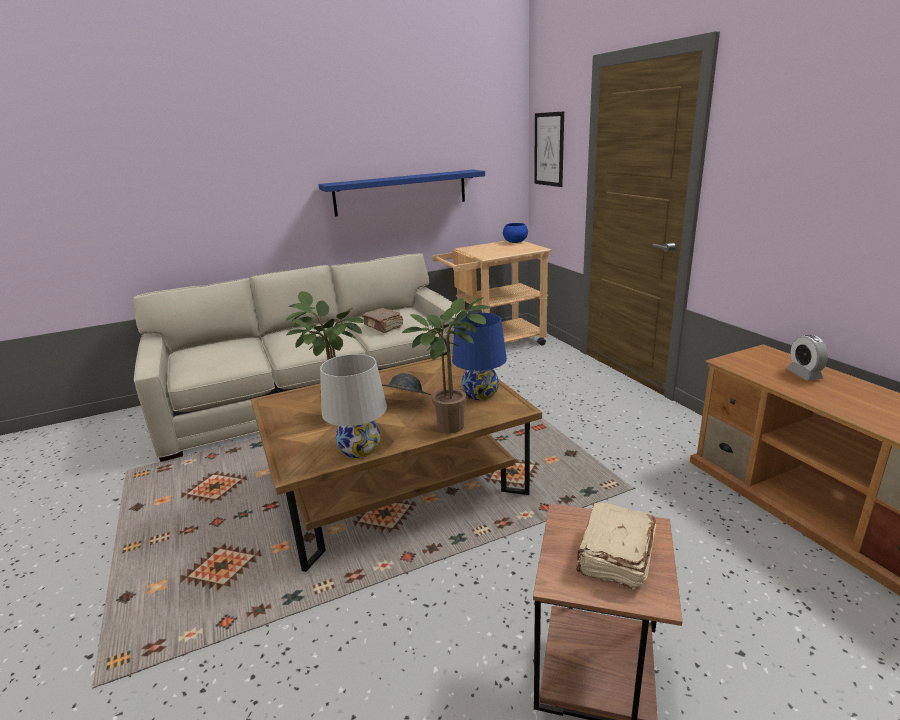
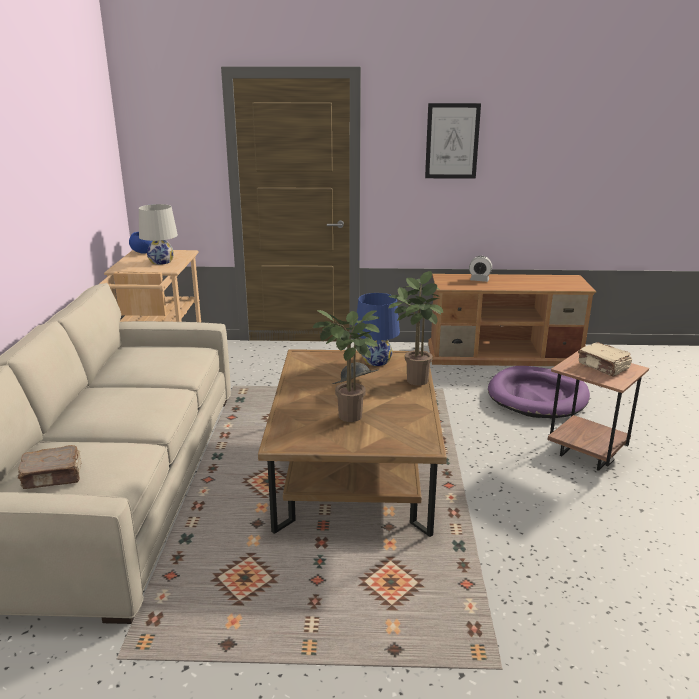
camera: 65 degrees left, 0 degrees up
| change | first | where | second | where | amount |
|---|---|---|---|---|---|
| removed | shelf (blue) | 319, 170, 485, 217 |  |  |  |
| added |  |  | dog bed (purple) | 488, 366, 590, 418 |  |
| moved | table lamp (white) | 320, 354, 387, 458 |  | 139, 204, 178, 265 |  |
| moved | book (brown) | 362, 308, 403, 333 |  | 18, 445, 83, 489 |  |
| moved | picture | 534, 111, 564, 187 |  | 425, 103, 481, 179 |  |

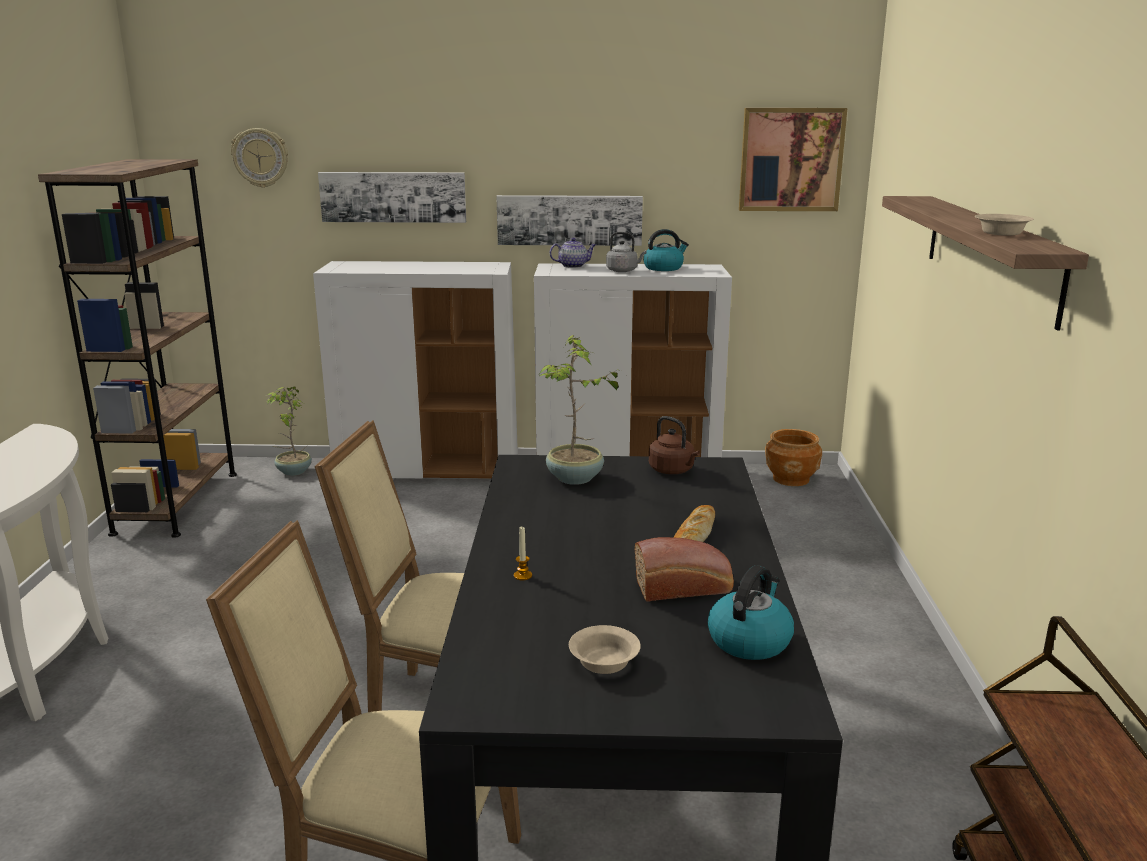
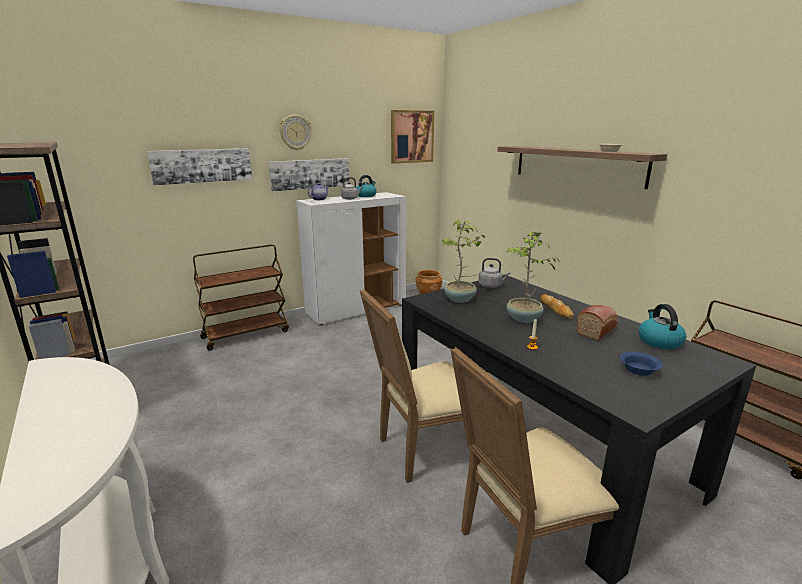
camera: 35 degrees left, 0 degrees up
| change | first | where | second | where | amount |
|---|---|---|---|---|---|
| moved | wall clock | 231, 128, 288, 188 |  | 279, 115, 312, 150 |  |
| moved | potted plant | 266, 387, 312, 476 |  | 506, 231, 560, 323 |  |
| replaced | cabinet (white) | 313, 261, 518, 479 | cart (brown) | 193, 244, 289, 351 |  |
| recoloured | bowl (beige) | 569, 625, 641, 674 | bowl (blue) | 620, 352, 663, 376 |  |
| recoloured | kettle (brown) | 649, 416, 700, 474 | kettle (grey) | 478, 258, 510, 288 |  |

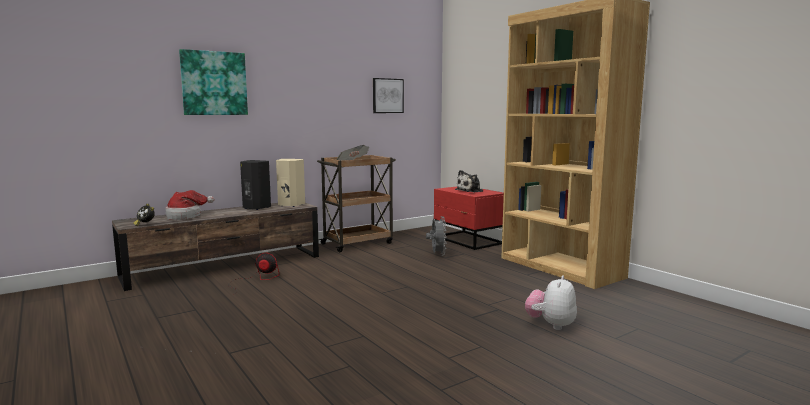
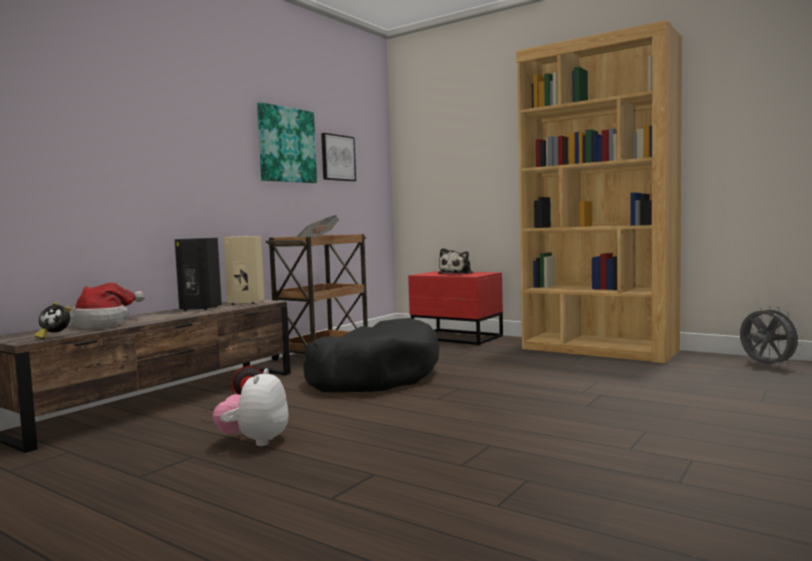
camera: 20 degrees left, 5 degrees down
| change | first | where | second | where | amount |
|---|---|---|---|---|---|
| added |  |  | dog bed (black) | 303, 318, 439, 392 |  |
| moved | picture | 179, 49, 248, 115 |  | 257, 102, 317, 183 |  |
| moved | fan (grey) | 426, 216, 447, 256 |  | 740, 306, 803, 367 |  |
| moved | plush toy | 525, 275, 577, 330 |  | 213, 368, 289, 446 |  |

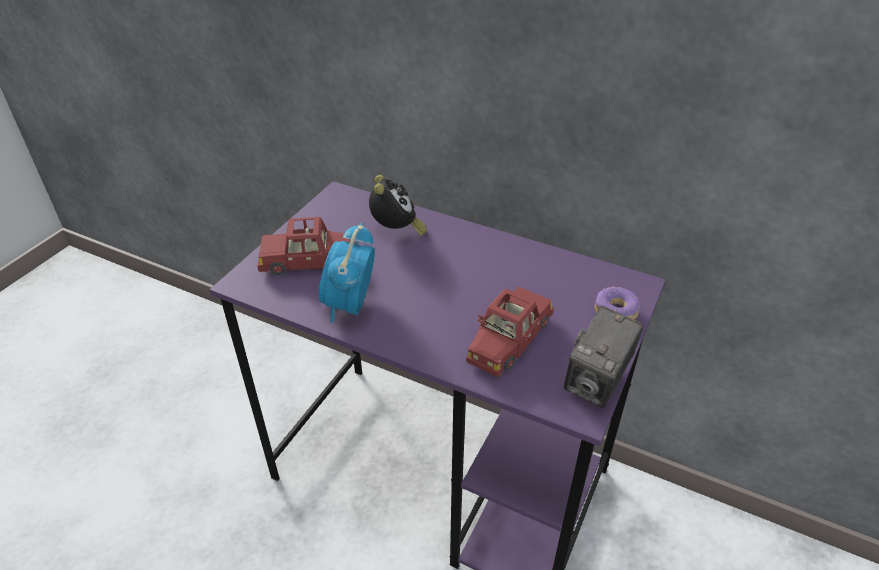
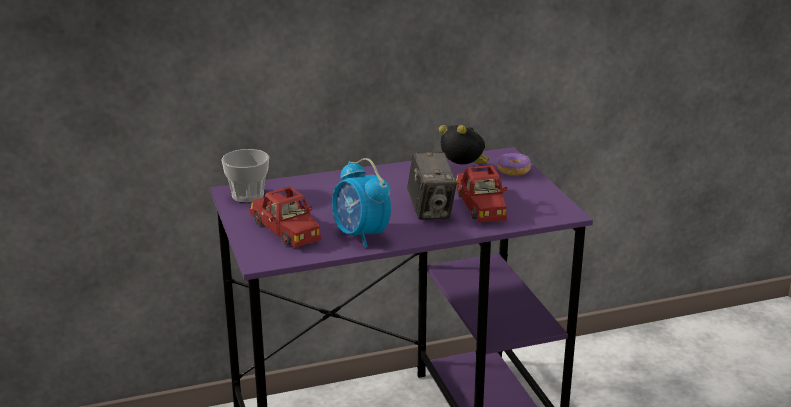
camera: 45 degrees left, 15 degrees down
| change | first | where | second | where | amount |
|---|---|---|---|---|---|
| added |  |  | cup | 222, 149, 269, 203 |  |
| moved | alarm clock | 369, 175, 427, 236 |  | 439, 125, 489, 165 |  |
| moved | photo camera | 564, 306, 643, 408 |  | 407, 152, 457, 220 |  |
| turned | toy car (red) | 257, 217, 355, 275 |  | 250, 186, 321, 248 | 105 degrees clockwise |

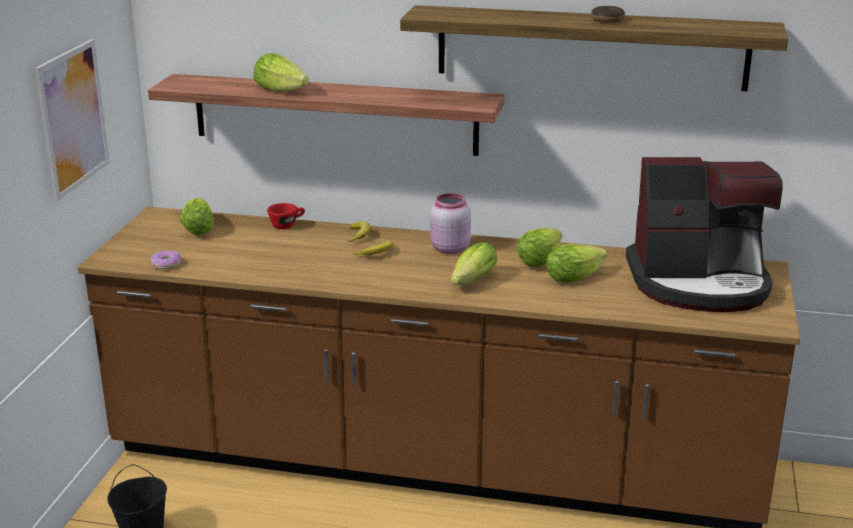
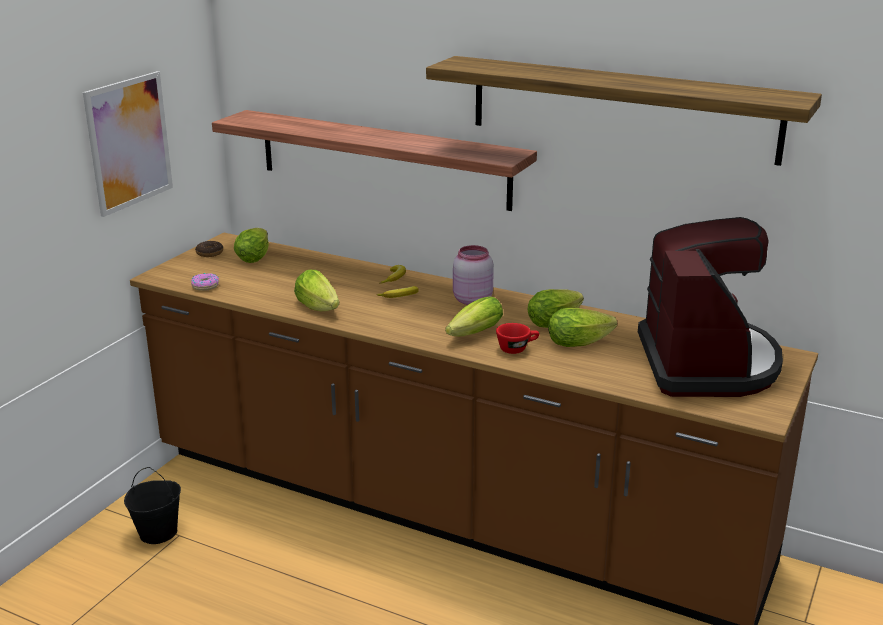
camera: 15 degrees right, 0 degrees up
| change | first | where | second | where | amount |
|---|---|---|---|---|---|
| moved | lettuce | 253, 53, 309, 92 |  | 294, 270, 339, 311 |  |
| moved | cup (red) | 267, 203, 305, 229 |  | 496, 323, 539, 354 |  |
| moved | donut | 591, 6, 625, 23 |  | 195, 241, 223, 257 |  |
| turned | coffee machine | 626, 157, 783, 312 |  | 638, 217, 783, 397 | 105 degrees counterclockwise |

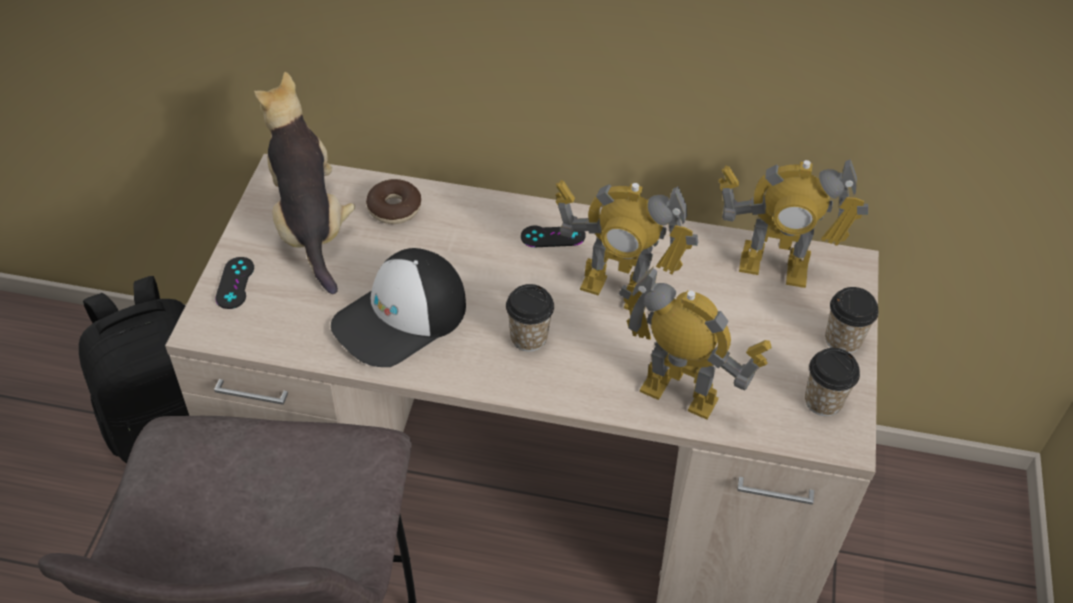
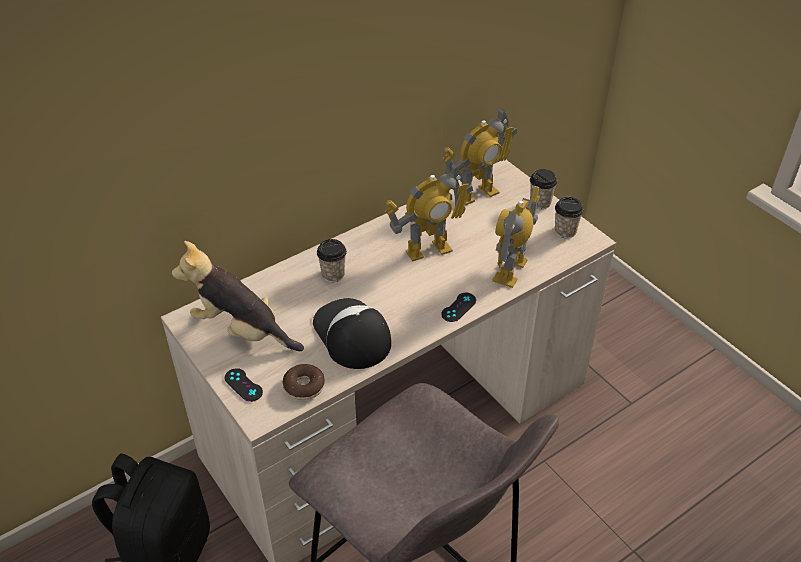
camera: 45 degrees left, 5 degrees down
| change | first | where | second | where | amount |
|---|---|---|---|---|---|
| moved | donut | 366, 179, 421, 224 |  | 283, 364, 325, 400 |  |
| moved | cup | 506, 284, 554, 352 |  | 317, 239, 347, 282 |  |
| moved | game controller (black) | 521, 226, 586, 247 |  | 441, 293, 476, 322 |  |
| turned | cap | 331, 248, 466, 367 |  | 313, 298, 391, 369 | 150 degrees clockwise |
| turned | toy robot | 619, 266, 772, 420 |  | 492, 186, 540, 288 | 45 degrees counterclockwise |

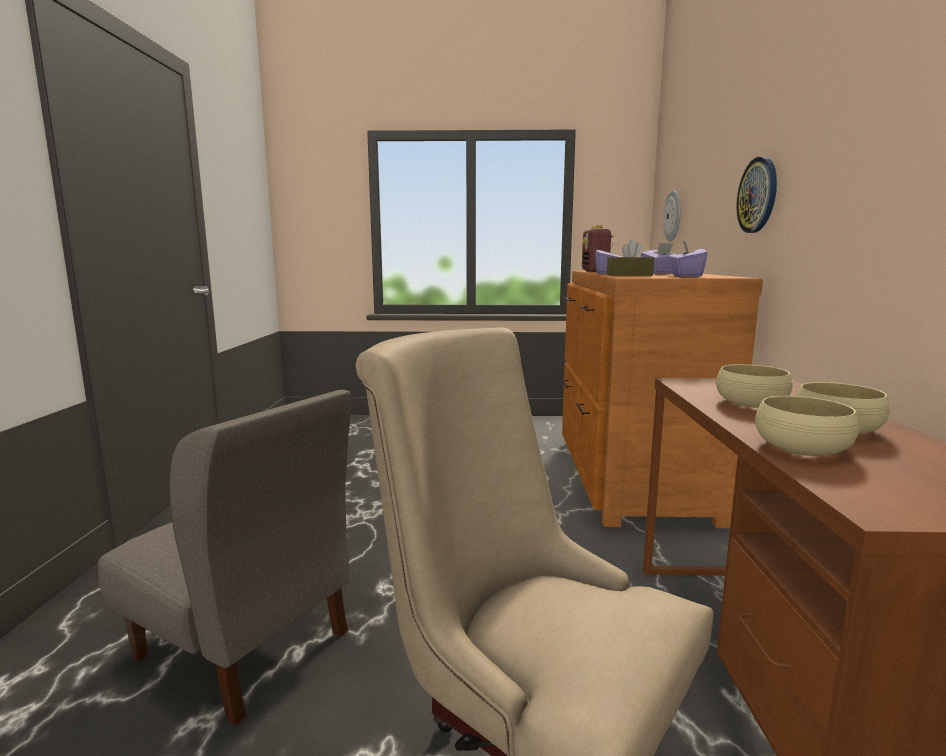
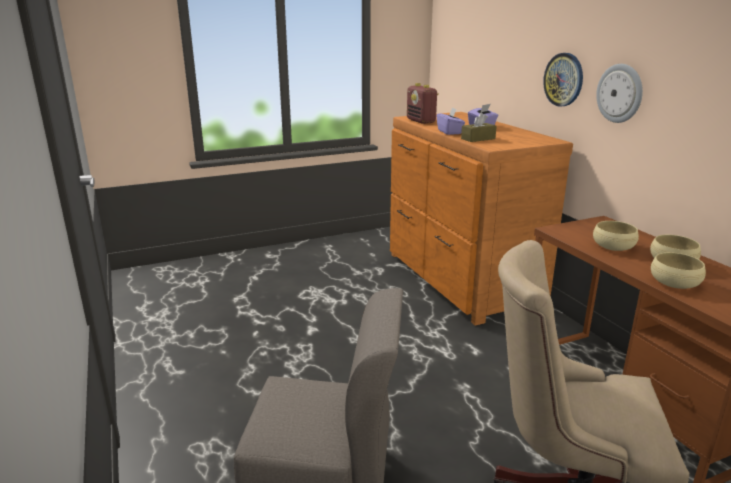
camera: 25 degrees left, 10 degrees up
| change | first | where | second | where | amount |
|---|---|---|---|---|---|
| removed | tissue box (purple) | 670, 241, 708, 277 |  |  |  |
| moved | wall clock | 663, 190, 681, 242 |  | 596, 64, 643, 123 |  |

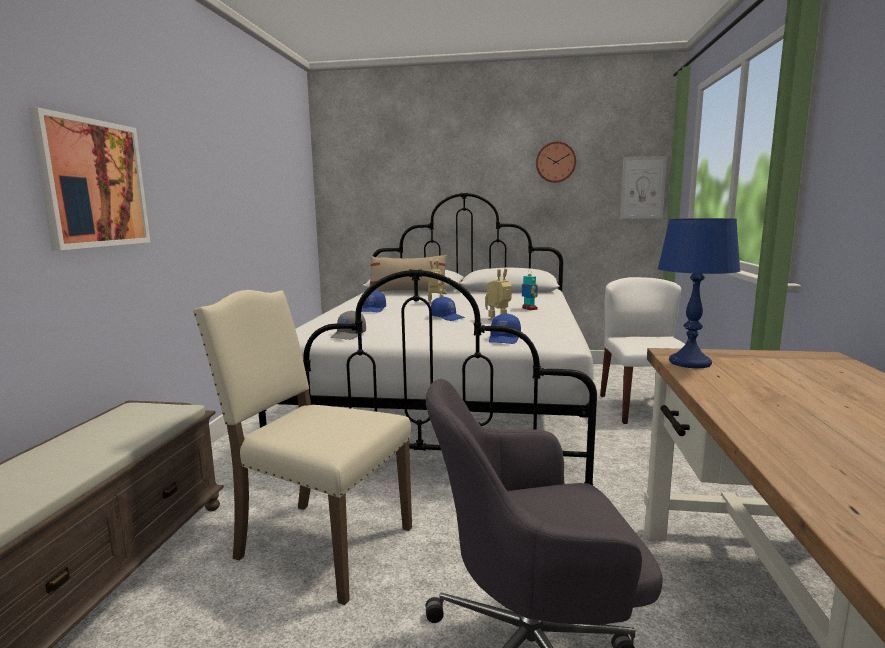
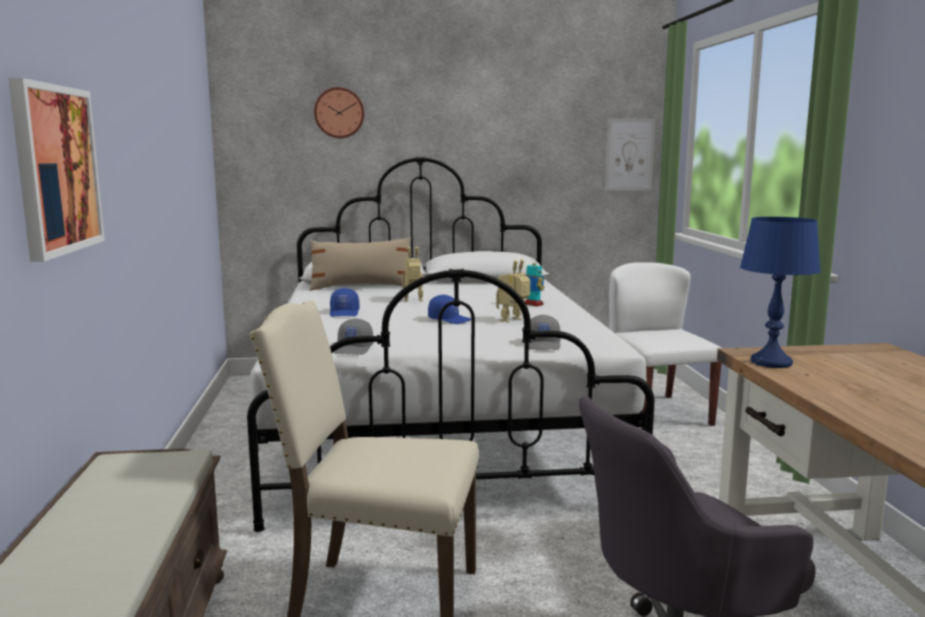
camera: 15 degrees left, 0 degrees up
| change | first | where | second | where | amount |
|---|---|---|---|---|---|
| moved | wall clock | 536, 141, 576, 183 |  | 314, 87, 364, 138 |  |
| recoloured | cap (blue) | 489, 313, 521, 344 | cap (grey) | 529, 315, 561, 350 |  |

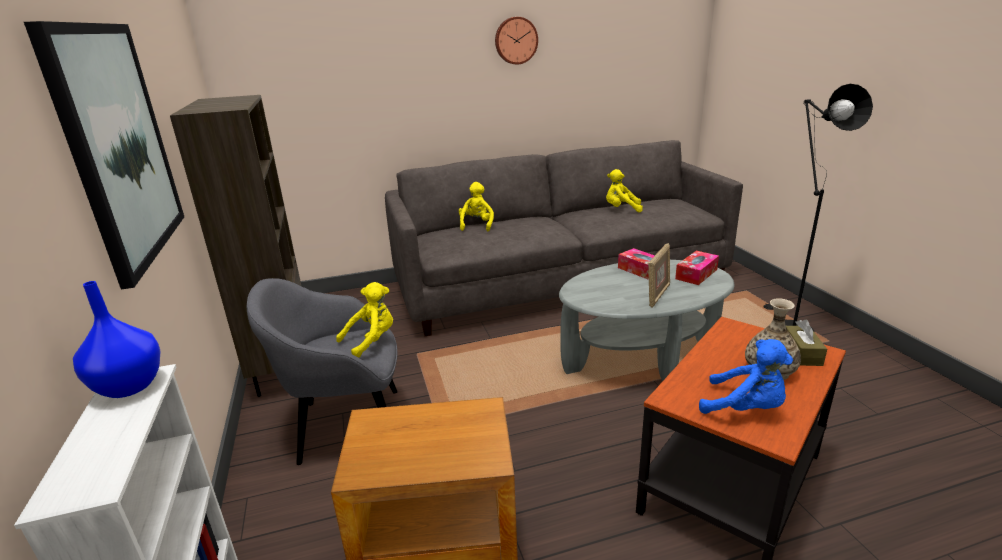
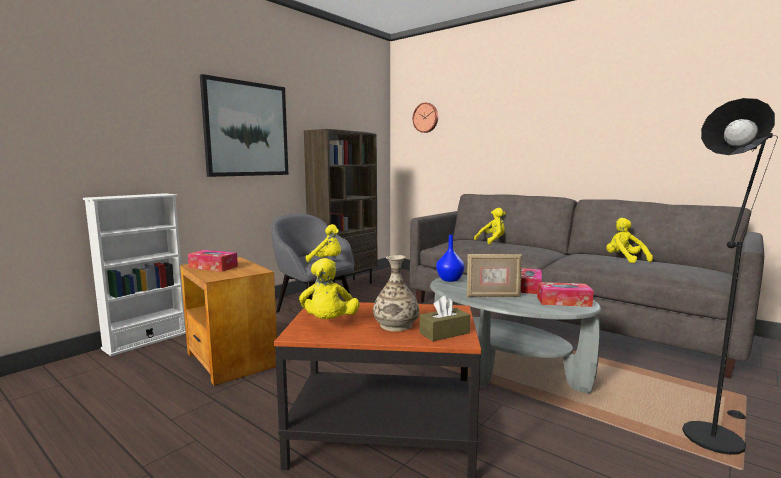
camera: 55 degrees right, 15 degrees down
| change | first | where | second | where | amount |
|---|---|---|---|---|---|
| added |  |  | tissue box | 188, 250, 238, 272 |  |
| moved | vase (blue) | 73, 281, 161, 398 |  | 436, 235, 465, 282 |  |
| moved | wall clock | 495, 17, 538, 65 |  | 413, 103, 438, 133 |  |
| recoloured | plush toy (blue) | 699, 339, 793, 414 | plush toy (yellow) | 299, 258, 360, 319 |  |

